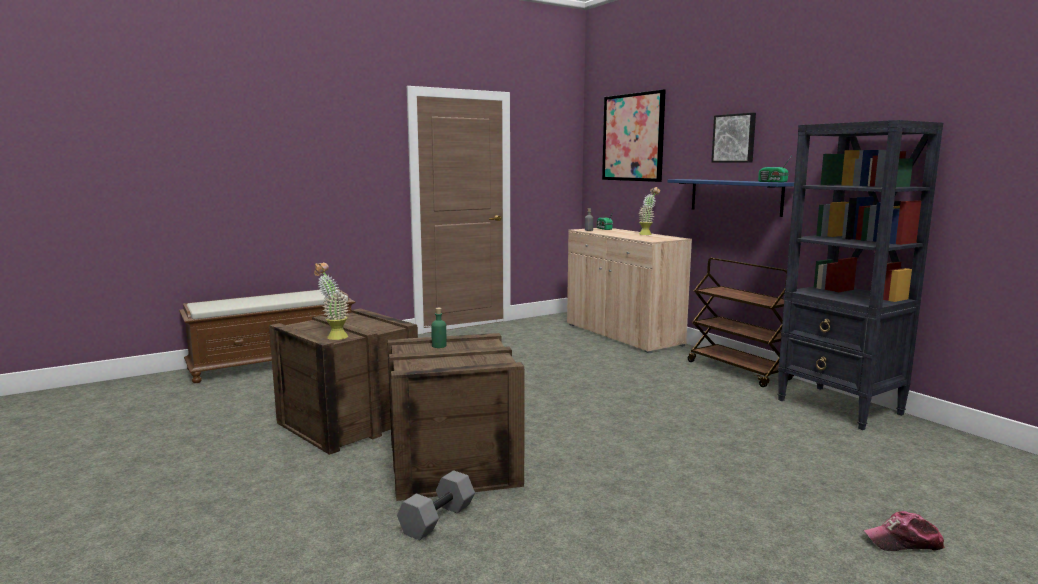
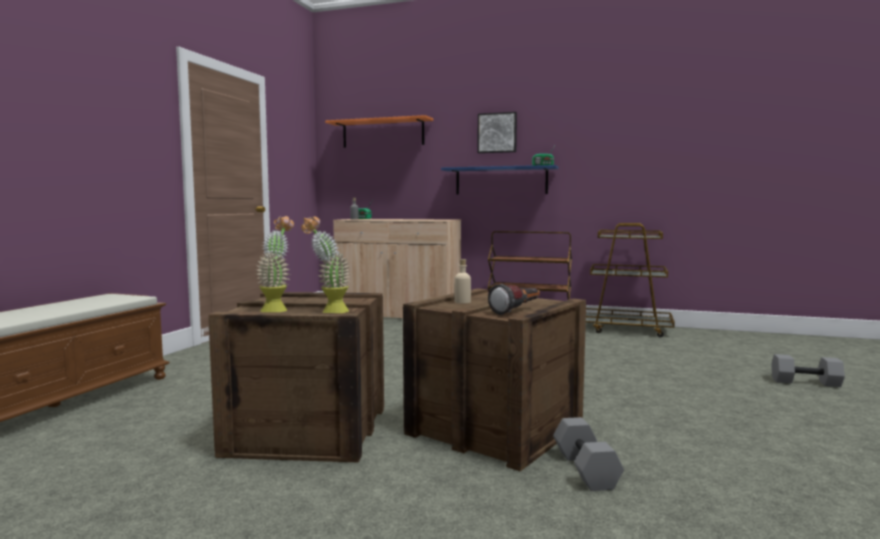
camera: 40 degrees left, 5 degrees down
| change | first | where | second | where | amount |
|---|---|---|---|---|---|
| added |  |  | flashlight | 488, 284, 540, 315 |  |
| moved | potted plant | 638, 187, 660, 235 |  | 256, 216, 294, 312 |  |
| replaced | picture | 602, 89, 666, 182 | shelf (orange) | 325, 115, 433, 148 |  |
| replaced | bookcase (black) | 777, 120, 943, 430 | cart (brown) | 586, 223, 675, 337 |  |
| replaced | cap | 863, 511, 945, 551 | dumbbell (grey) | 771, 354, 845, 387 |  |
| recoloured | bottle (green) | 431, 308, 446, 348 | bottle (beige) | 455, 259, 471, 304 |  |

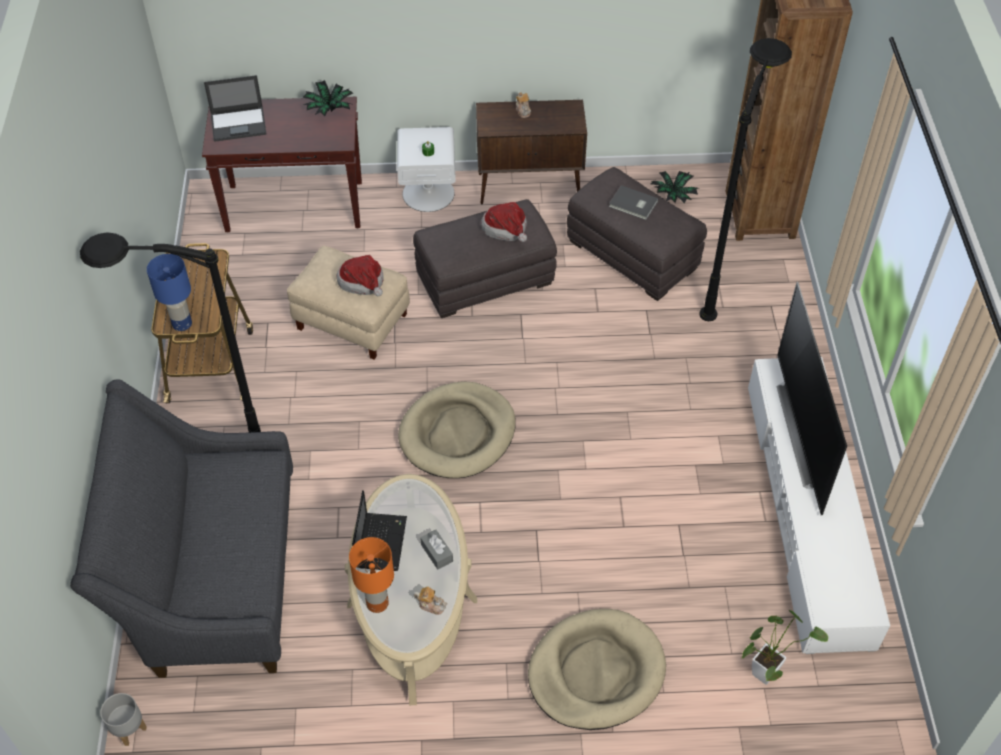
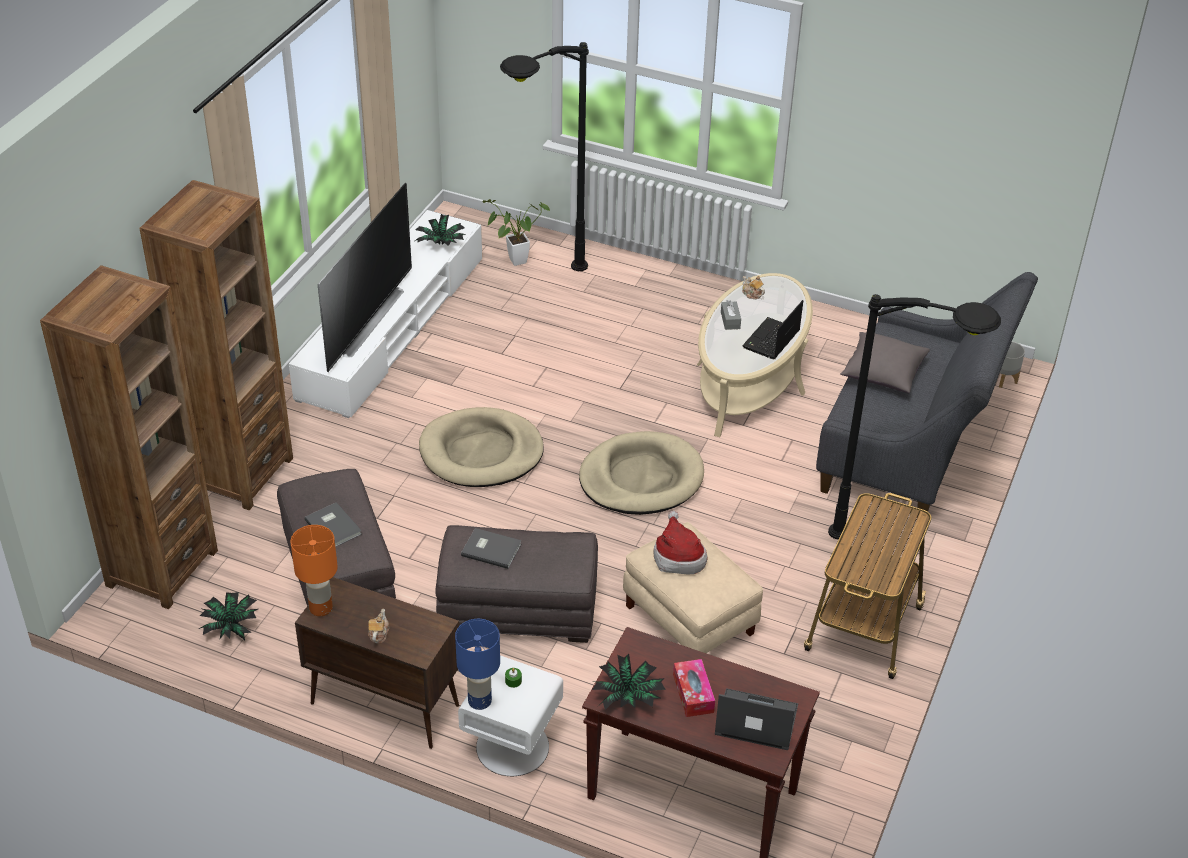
camera: 155 degrees left, 10 degrees down
| change | first | where | second | where | amount |
|---|---|---|---|---|---|
| added |  |  | bookcase (brown) | 139, 180, 293, 510 |  |
| added |  |  | potted plant | 415, 214, 465, 246 |  |
| added |  |  | tissue box | 673, 659, 715, 717 |  |
| added |  |  | pillow (grey) | 840, 332, 930, 393 |  |
| moved | table lamp (blue) | 147, 254, 192, 331 |  | 455, 619, 500, 710 |  |
| moved | table lamp (orange) | 349, 537, 394, 613 |  | 291, 525, 338, 616 |  |
| moved | dog bed (beige) | 528, 609, 666, 730 |  | 419, 407, 544, 487 |  |
| moved | floor lamp (black) | 699, 38, 792, 321 |  | 500, 42, 589, 271 |  |
| replaced | hat | 481, 202, 527, 242 | book (grey) | 461, 528, 521, 569 |  |

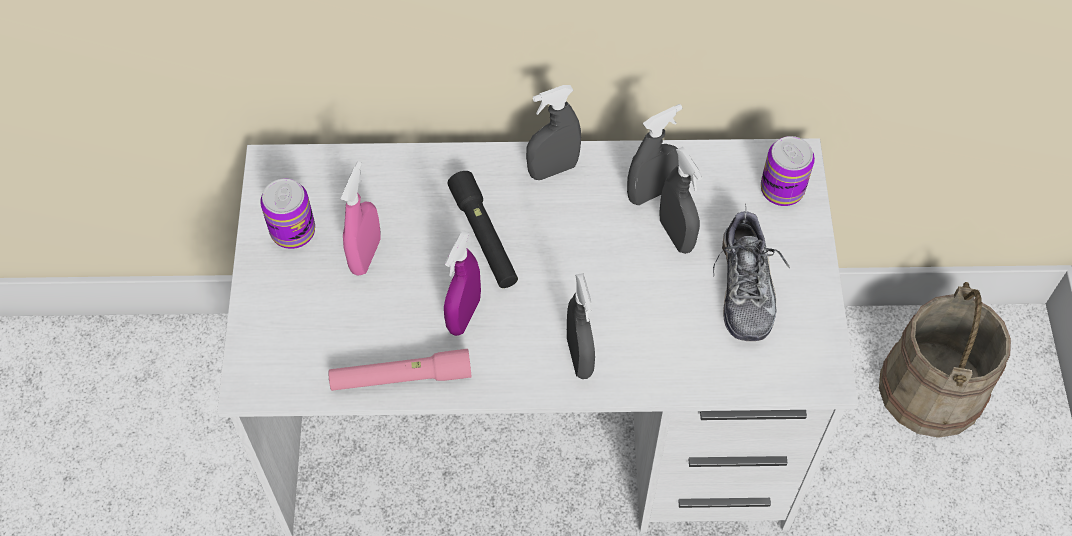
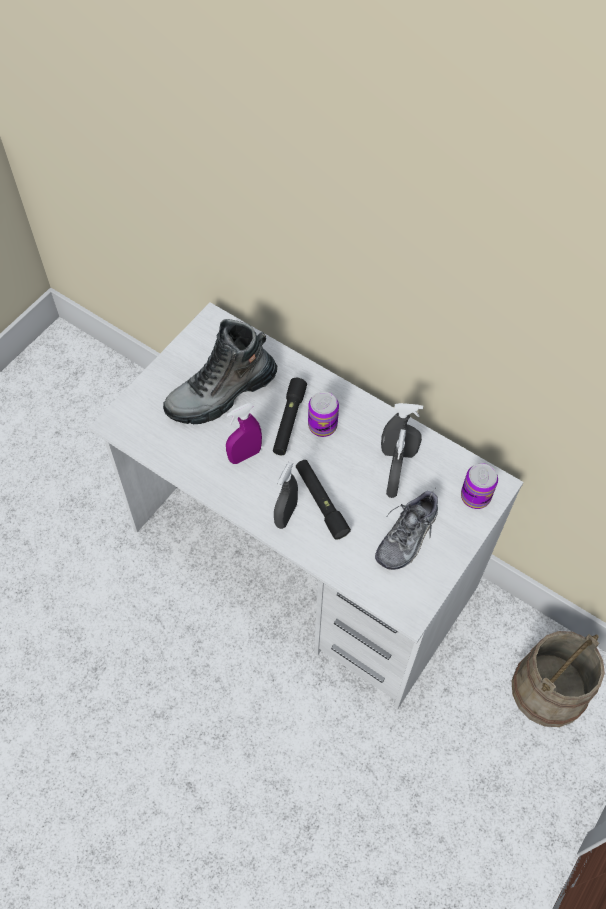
camera: 35 degrees right, 0 degrees up
| change | first | where | second | where | amount |
|---|---|---|---|---|---|
| removed | flashlight (pink) | 329, 349, 472, 391 |  |  |  |
| removed | spray bottle (grey) | 526, 85, 581, 180 |  |  |  |
| added |  |  | flashlight (black) | 296, 460, 351, 540 |  |
| moved | can | 260, 179, 315, 249 |  | 308, 392, 339, 437 |  |
| replaced | spray bottle (pink) | 341, 161, 380, 275 | boot | 163, 319, 277, 424 |  |

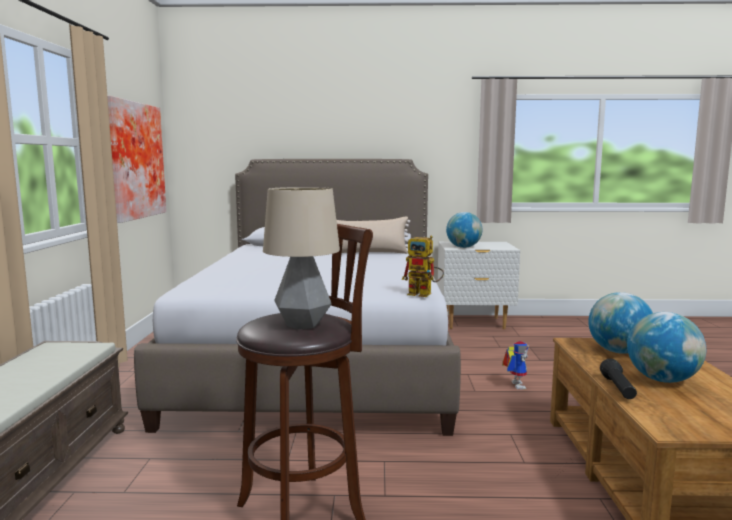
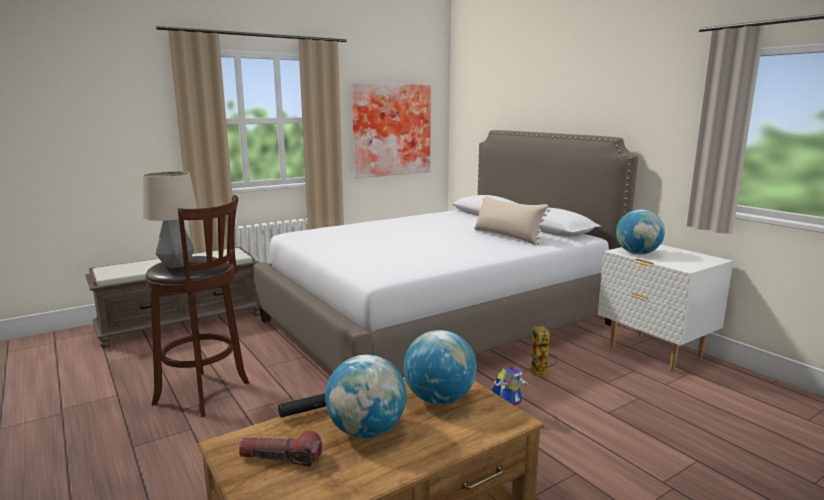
camera: 55 degrees right, 5 degrees up
| change | first | where | second | where | amount |
|---|---|---|---|---|---|
| added |  |  | flashlight | 239, 431, 322, 467 |  |
| moved | toy robot | 402, 236, 444, 297 |  | 529, 326, 558, 377 |  |

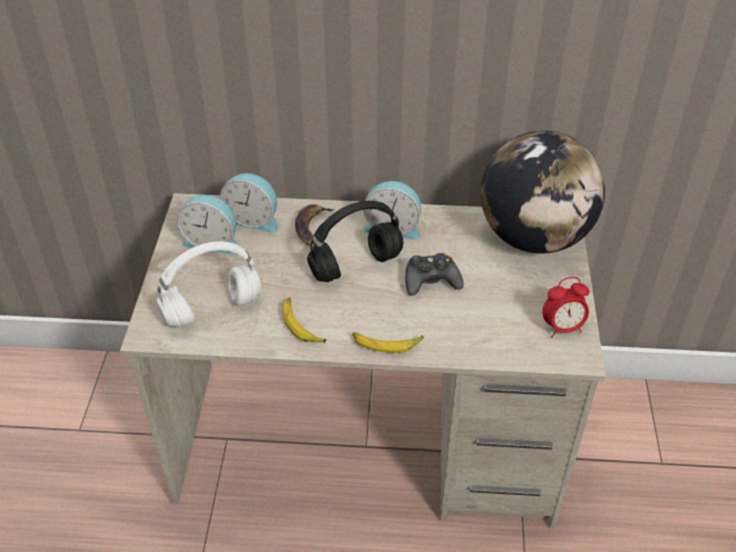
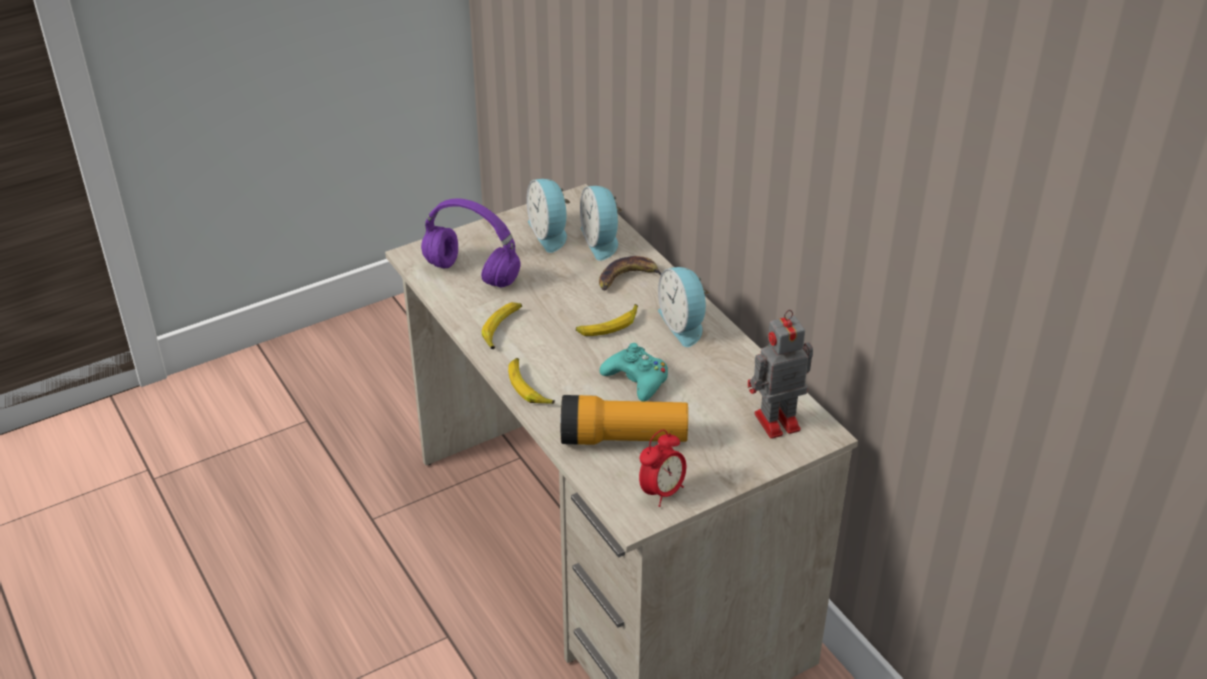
camera: 55 degrees right, 5 degrees down
| change | first | where | second | where | amount |
|---|---|---|---|---|---|
| added |  |  | flashlight | 560, 395, 688, 445 |  |
| replaced | headphones (black) | 307, 201, 404, 282 | banana | 576, 304, 638, 336 |  |
| replaced | globe | 480, 131, 605, 254 | toy robot | 748, 310, 813, 439 |  |
| recoloured | headphones (white) | 157, 241, 261, 327 | headphones (purple) | 421, 198, 521, 287 |  |
| recoloured | game controller (black) | 405, 253, 464, 296 | game controller (turquoise) | 600, 343, 668, 401 |  |
| turned | alarm clock | 542, 277, 589, 338 |  | 639, 429, 686, 507 | 90 degrees counterclockwise |

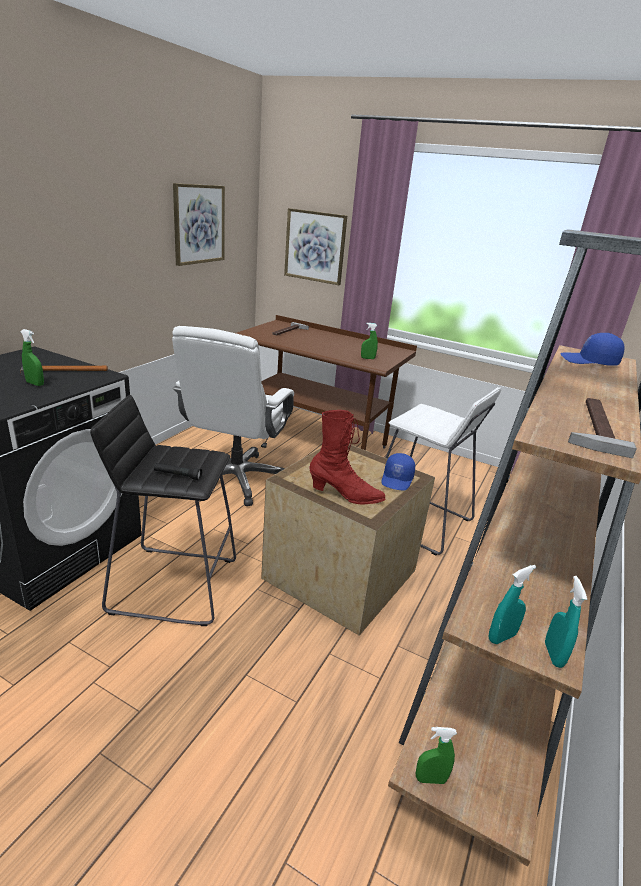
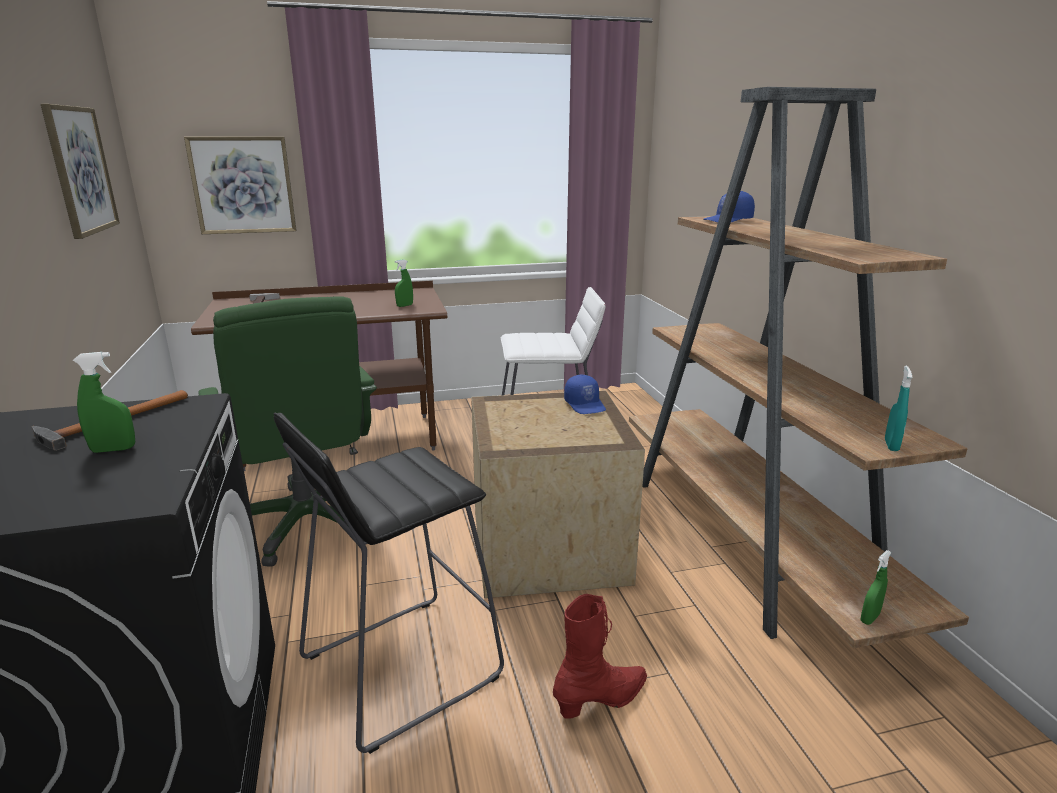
camera: 40 degrees left, 5 degrees down
| change | first | where | second | where | amount |
|---|---|---|---|---|---|
| removed | flashlight (black) | 154, 463, 202, 480 |  |  |  |
| removed | spray bottle (turquoise) | 545, 576, 587, 668 |  |  |  |
| removed | hammer | 568, 398, 637, 458 |  |  |  |
| moved | boot (red) | 309, 410, 385, 505 |  | 553, 594, 647, 719 |  |
| recoloured | office chair (white) | 172, 326, 294, 506 | office chair (green) | 198, 296, 377, 567 |  |

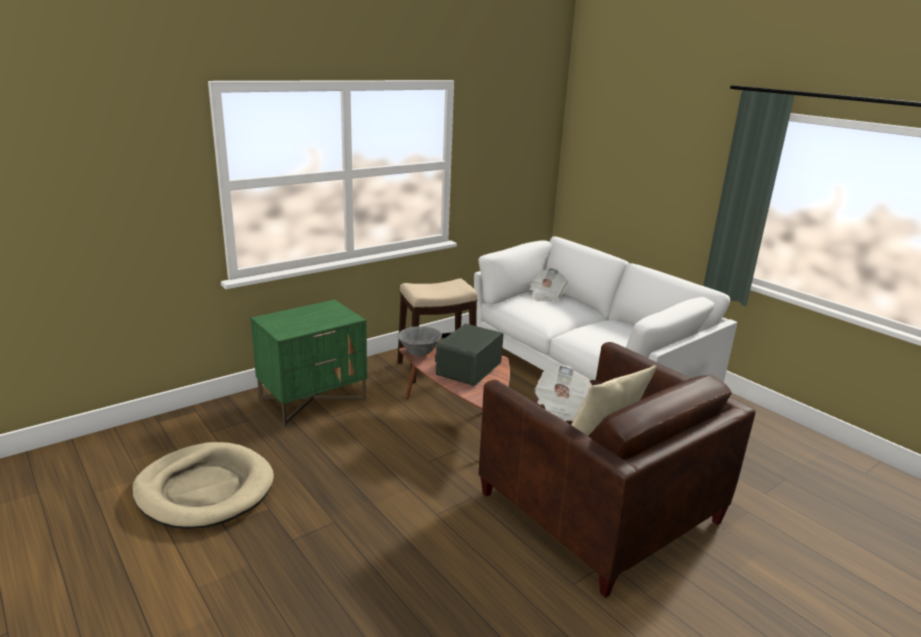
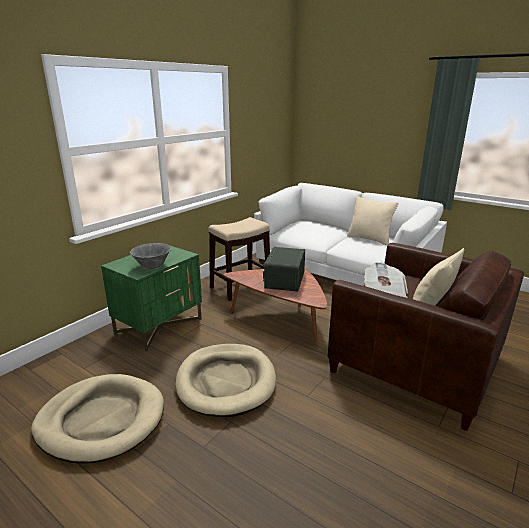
camera: 15 degrees left, 0 degrees up
| change | first | where | second | where | amount |
|---|---|---|---|---|---|
| removed | newspaper | 529, 268, 568, 302 |  |  |  |
| added |  |  | dog bed (beige) | 175, 344, 276, 417 |  |
| added |  |  | pillow (beige) | 347, 196, 398, 245 |  |
| moved | bowl (grey) | 397, 326, 442, 357 |  | 130, 243, 171, 269 |  |

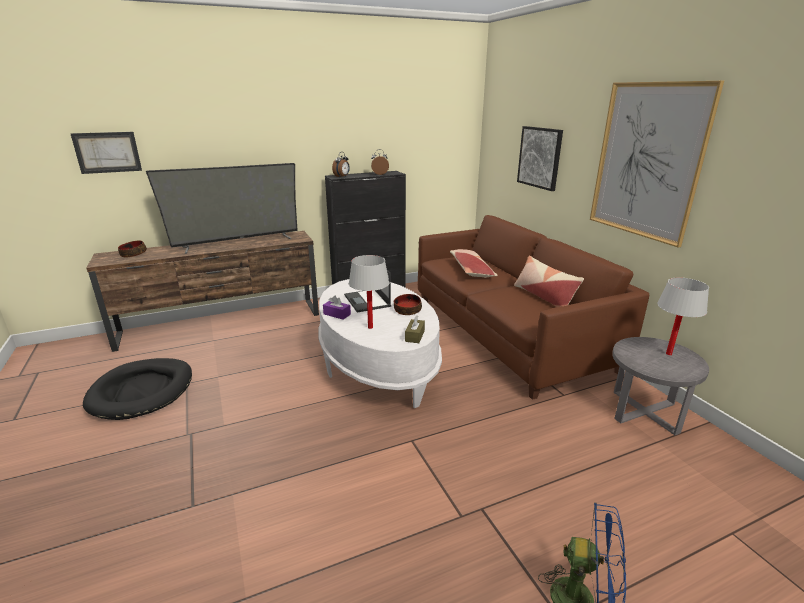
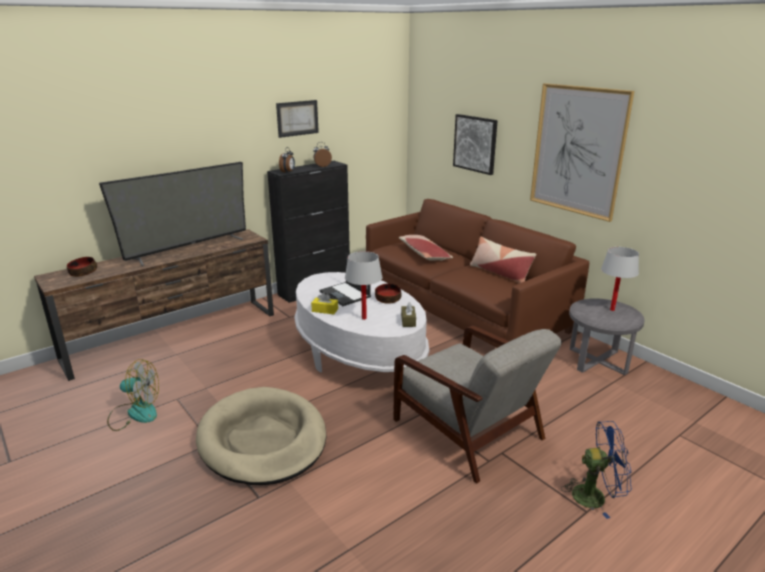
camera: 15 degrees left, 0 degrees up
| change | first | where | second | where | amount |
|---|---|---|---|---|---|
| added |  |  | dog bed (beige) | 196, 387, 327, 485 |  |
| added |  |  | armchair (grey) | 393, 326, 562, 484 |  |
| moved | picture | 71, 132, 142, 174 |  | 276, 100, 319, 138 |  |
| replaced | dog bed (black) | 83, 358, 192, 420 | fan | 107, 359, 159, 431 |  |
| recoloured | tissue box (purple) | 323, 296, 351, 320 | tissue box (yellow) | 311, 292, 338, 314 |  |

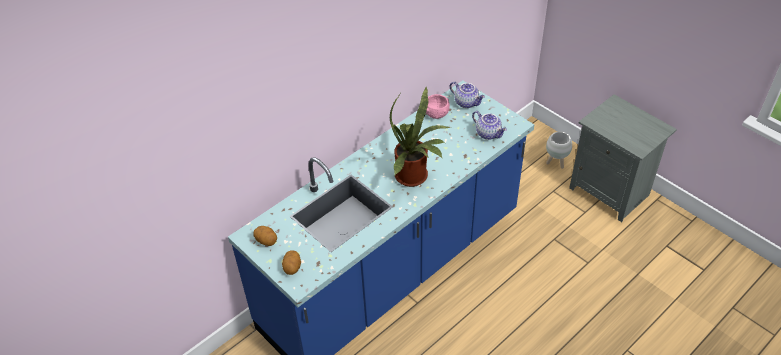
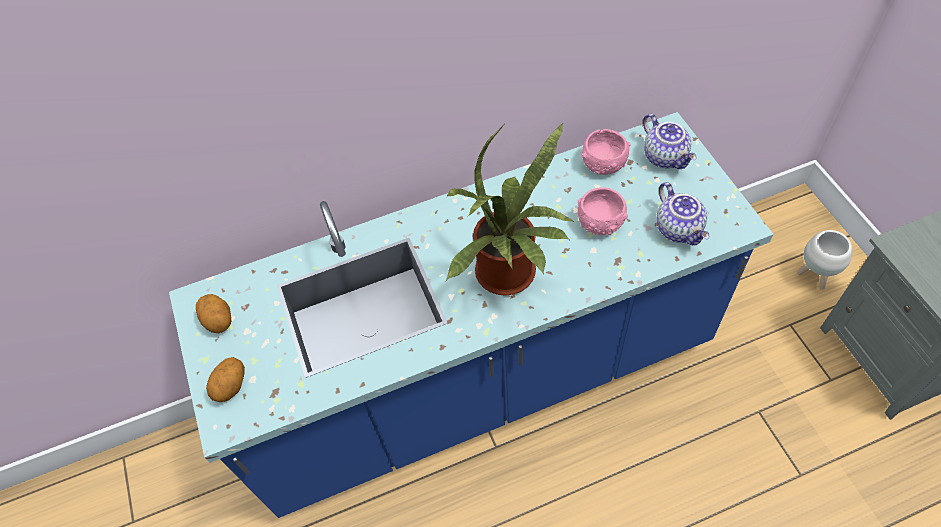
camera: 25 degrees right, 10 degrees up
| change | first | where | second | where | amount |
|---|---|---|---|---|---|
| added |  |  | bowl (pink) | 578, 187, 628, 235 |  |

